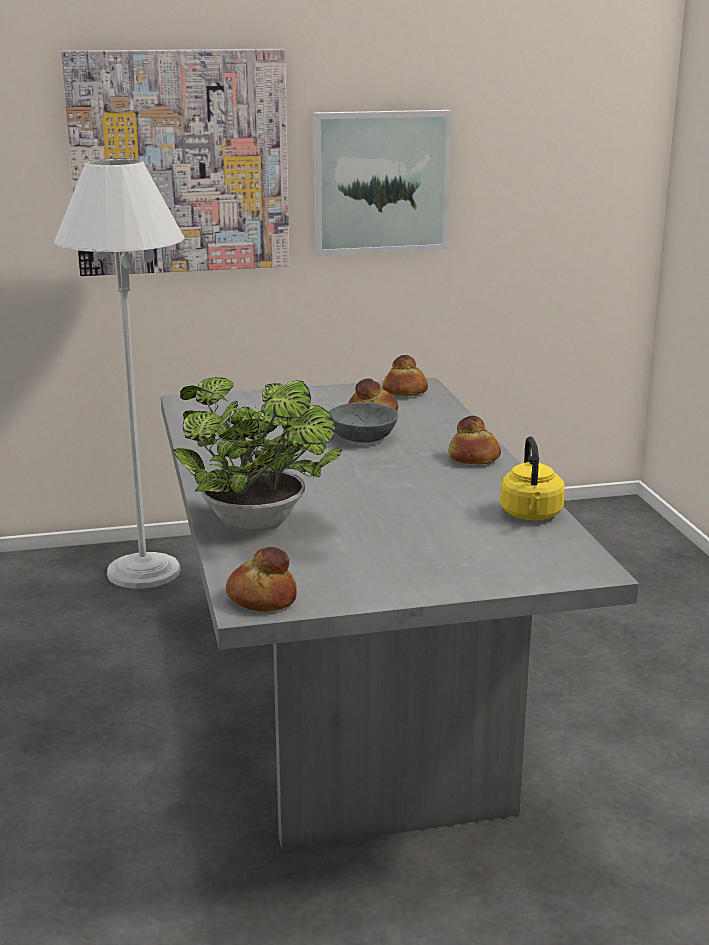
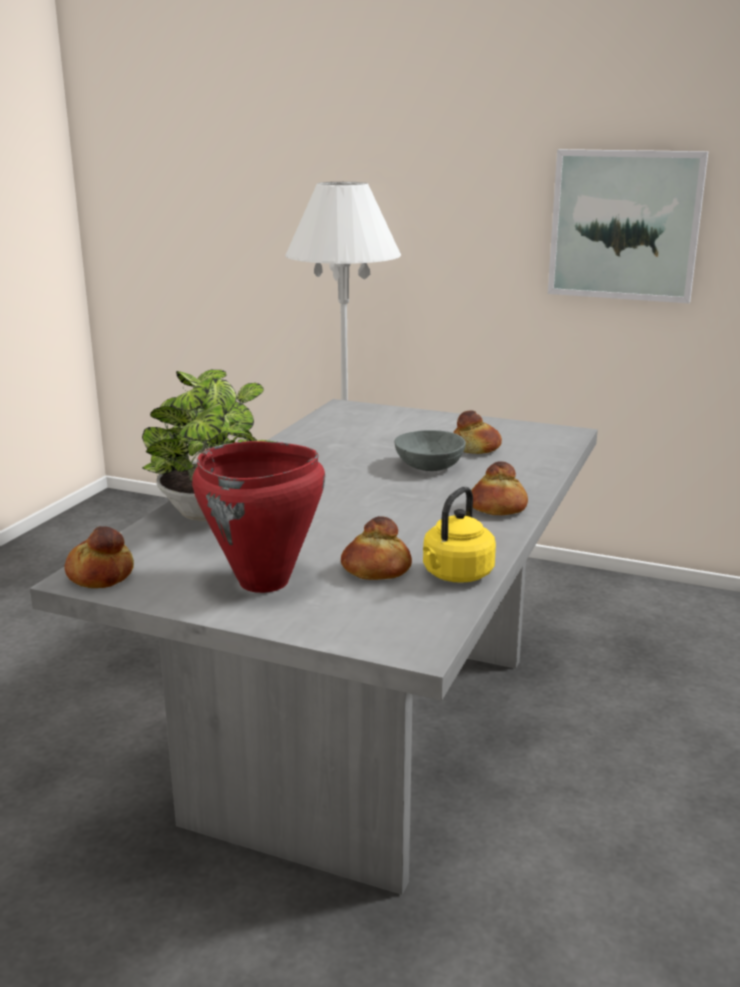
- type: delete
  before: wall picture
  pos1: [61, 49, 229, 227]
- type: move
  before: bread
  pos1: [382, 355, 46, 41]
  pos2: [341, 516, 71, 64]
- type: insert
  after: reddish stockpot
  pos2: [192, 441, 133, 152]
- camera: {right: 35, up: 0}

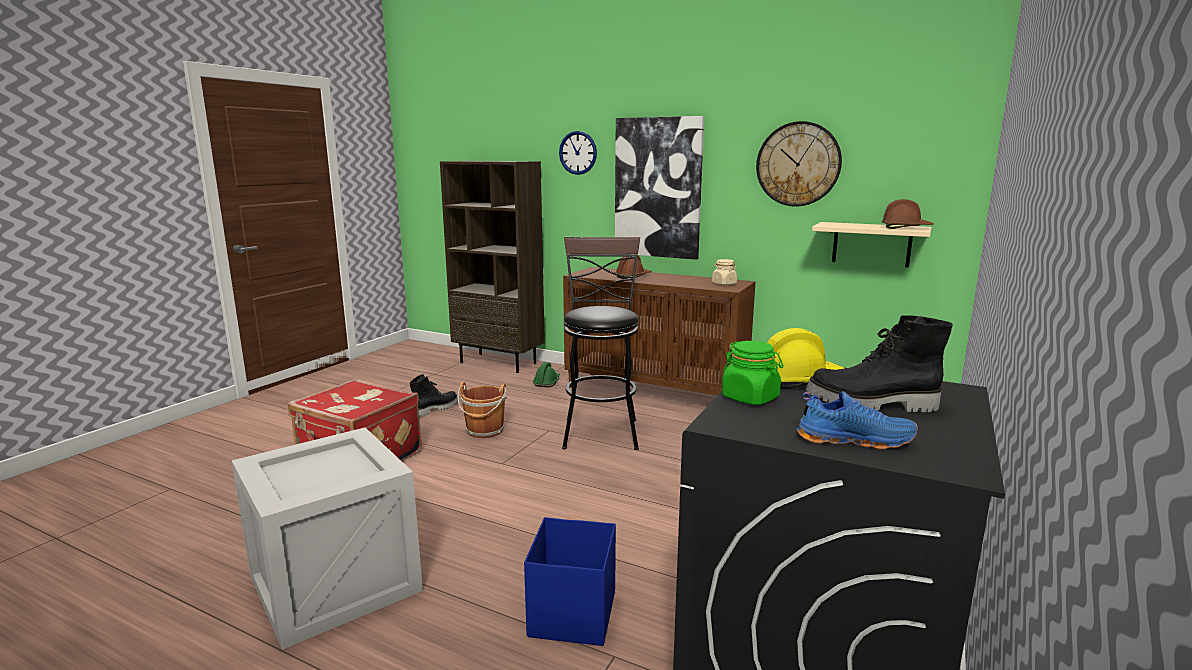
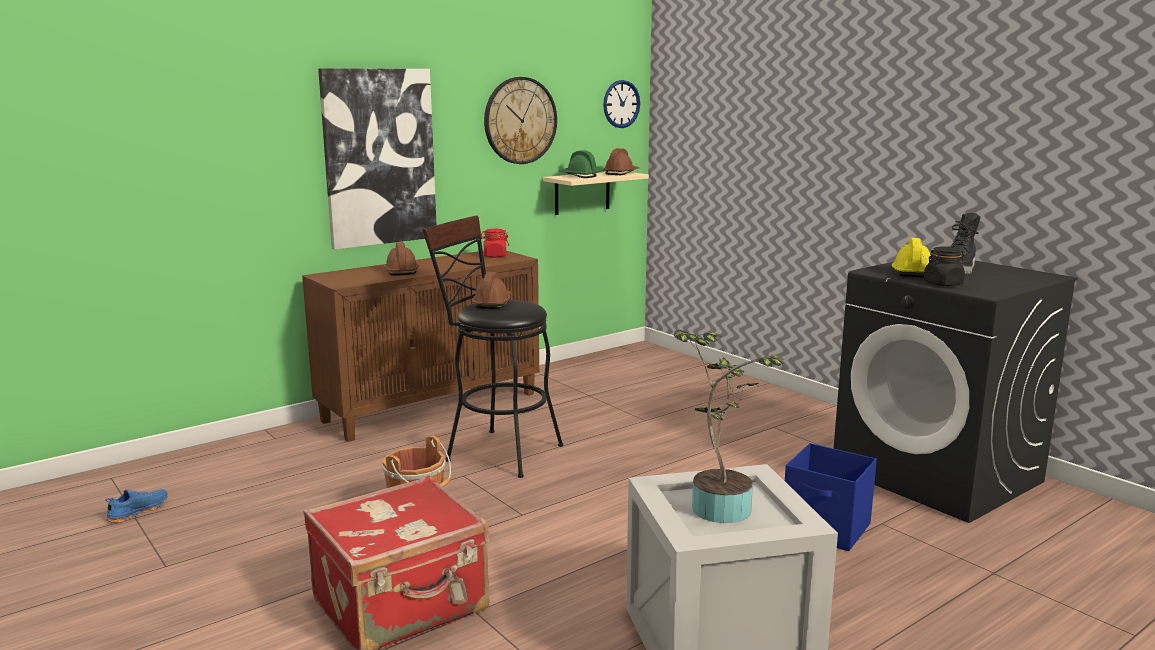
- type: move
  before: wall clock
  pos1: [559, 131, 38, 44]
  pos2: [603, 80, 37, 48]
- type: delete
  before: brownish bookcase
  pos1: [440, 161, 105, 212]
- type: recolor
  before: beige jar
  after: reddish jar
  pos1: [712, 259, 25, 26]
  pos2: [480, 229, 29, 29]
- type: recolor
  before: greenish jar
  after: blackish jar
  pos1: [722, 341, 61, 64]
  pos2: [924, 247, 41, 39]
- type: move
  before: greenish safety helmet
  pos1: [533, 362, 27, 25]
  pos2: [558, 150, 42, 28]
- type: delete
  before: blackish high-top boot
  pos1: [410, 374, 48, 43]
- type: move
  before: blue low shoe
  pos1: [797, 391, 120, 59]
  pos2: [105, 489, 63, 34]
- type: insert
  after: brownish safety helmet
  pos2: [472, 272, 39, 37]
- type: insert
  after: potted plant
  pos2: [674, 330, 110, 193]
- camera: {right: -65, up: 0}

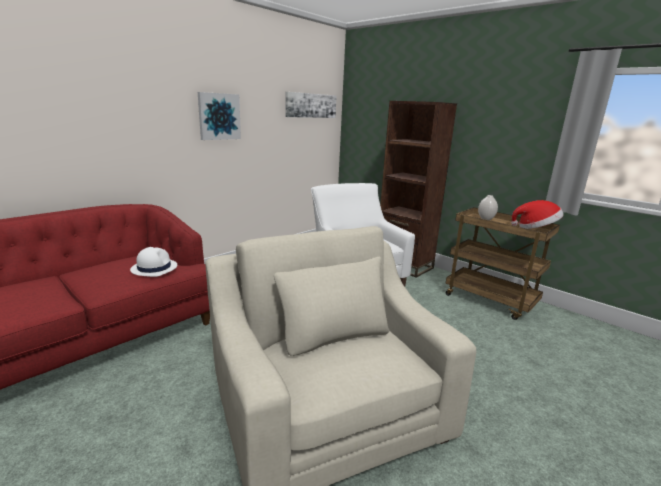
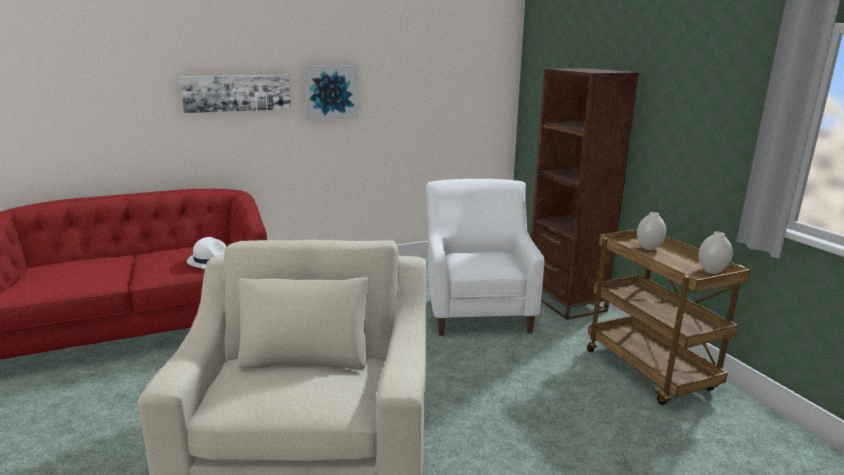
- type: move
  before: wall picture
  pos1: [286, 92, 50, 26]
  pos2: [179, 75, 112, 38]
- type: replace
  before: wearable hat
  after: white-coloured decorative vase
  pos1: [511, 200, 53, 29]
  pos2: [699, 232, 34, 42]
- camera: {right: 25, up: 0}

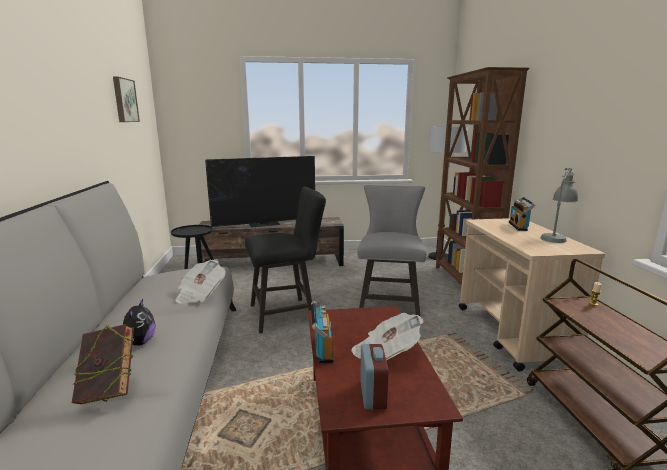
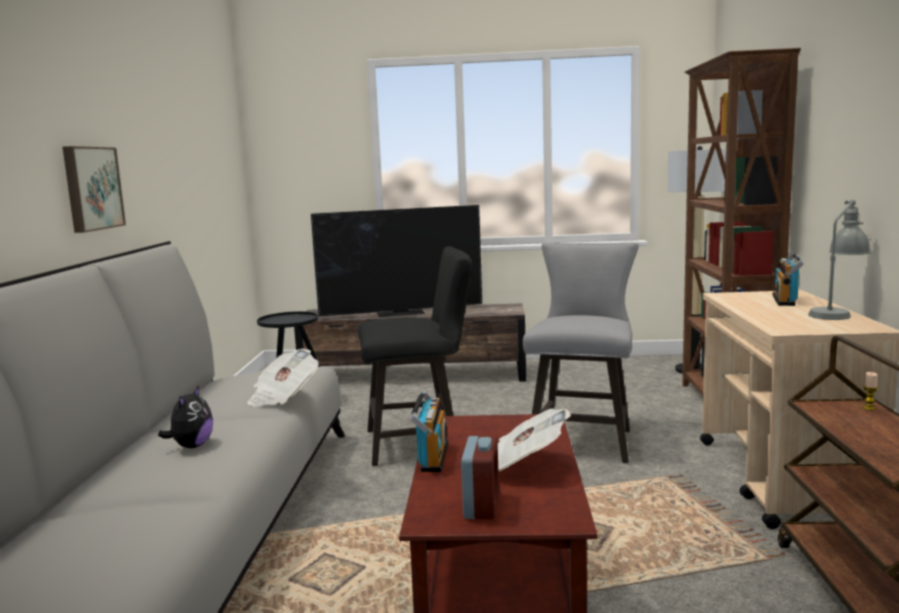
- type: move
  before: wall picture
  pos1: [113, 77, 27, 45]
  pos2: [63, 146, 63, 87]
- type: delete
  before: book
  pos1: [72, 324, 62, 80]
- camera: {right: 10, up: -5}

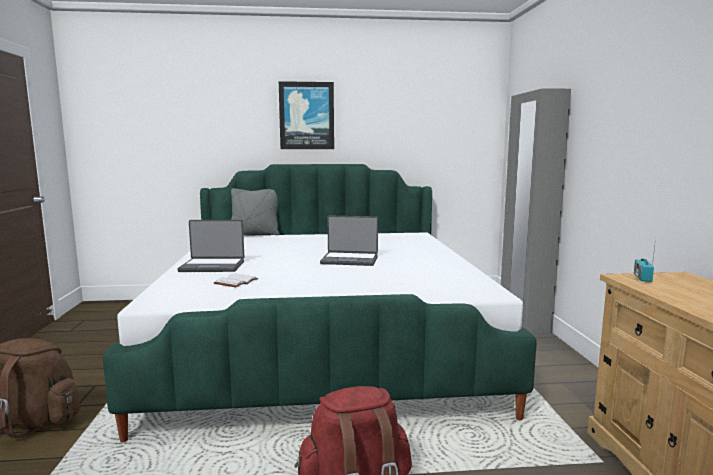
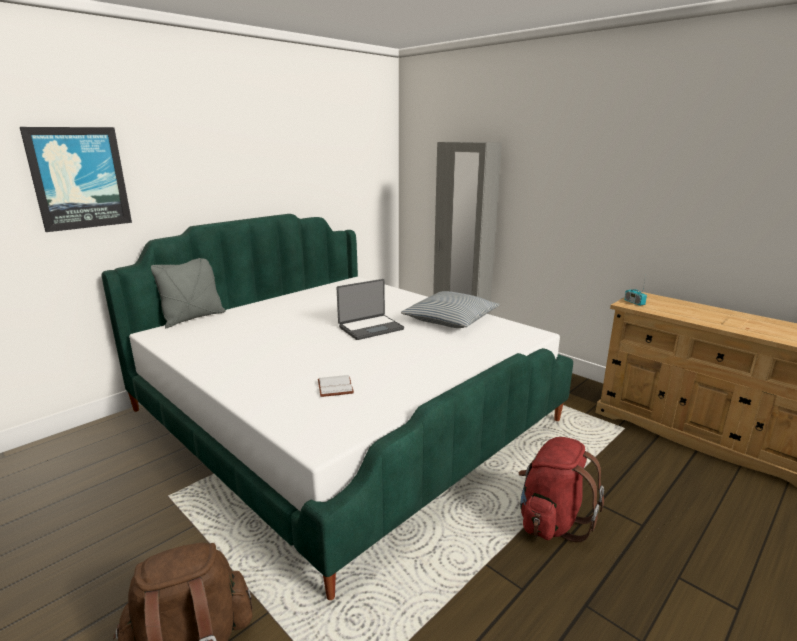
- type: move
  before: wall picture
  pos1: [279, 81, 55, 68]
  pos2: [20, 127, 112, 105]
- type: delete
  before: portable computer
  pos1: [177, 220, 67, 52]
- type: insert
  after: throw pillow
  pos2: [401, 291, 99, 37]
- camera: {right: -40, up: 10}

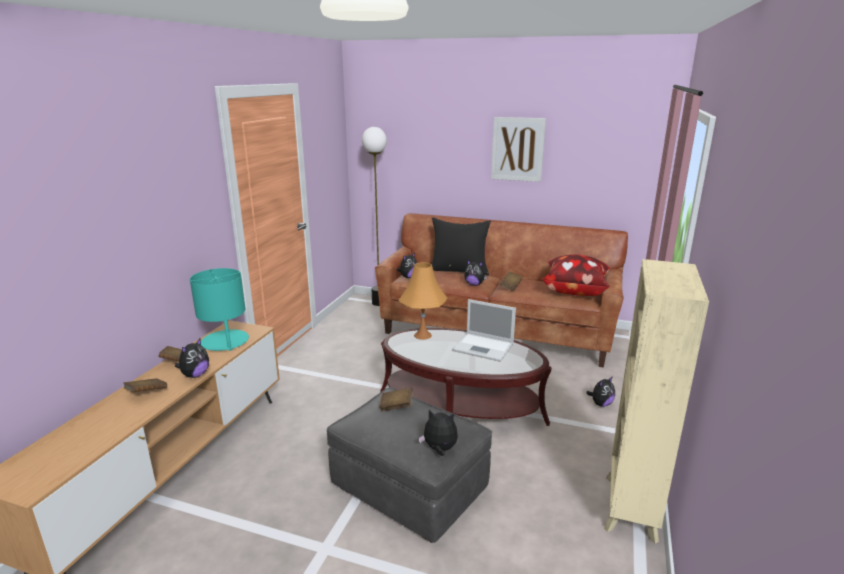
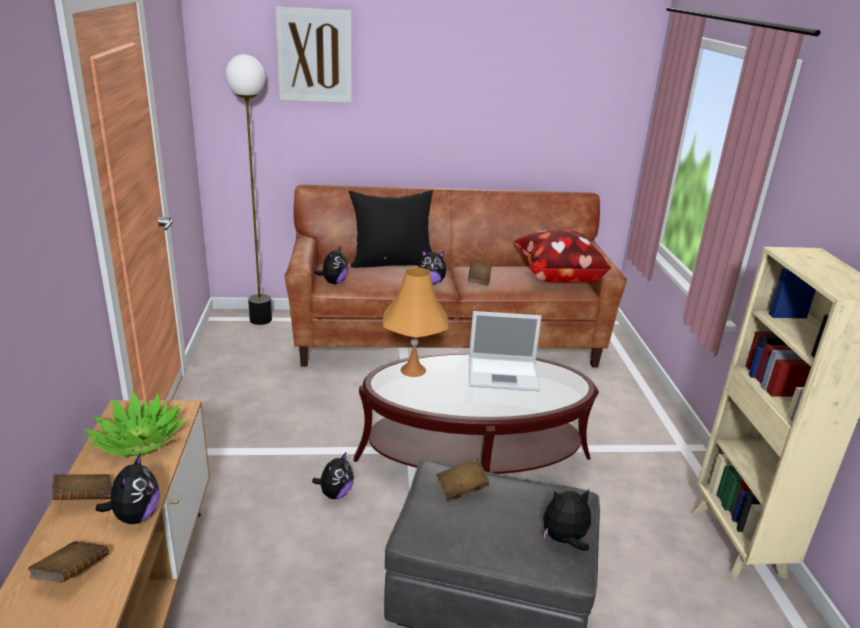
- type: move
  before: wall picture
  pos1: [491, 117, 55, 65]
  pos2: [276, 7, 75, 96]
- type: replace
  before: turquoise-coloured tabletop lamp
  after: potted plant
  pos1: [190, 268, 59, 83]
  pos2: [84, 391, 102, 66]
- type: move
  before: plush toy
  pos1: [586, 376, 29, 31]
  pos2: [312, 452, 42, 47]
- camera: {right: -25, up: 5}

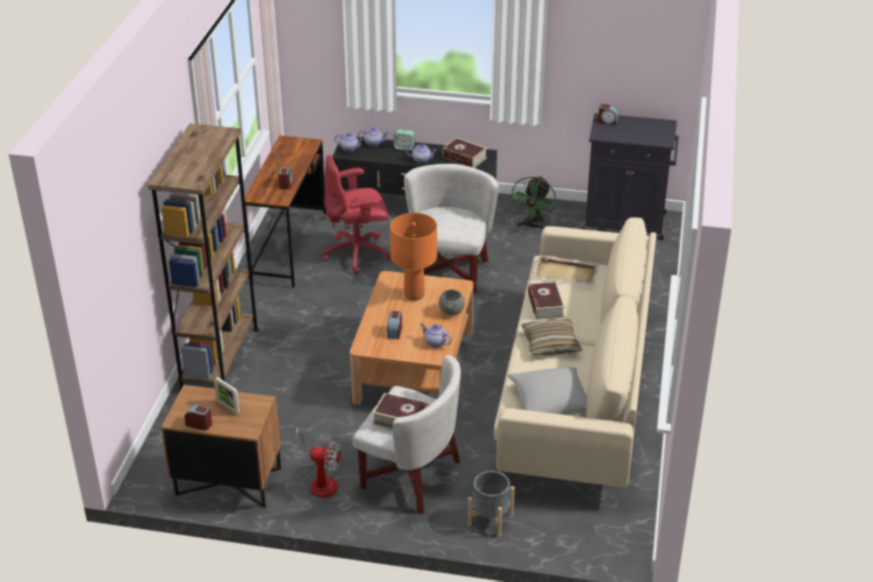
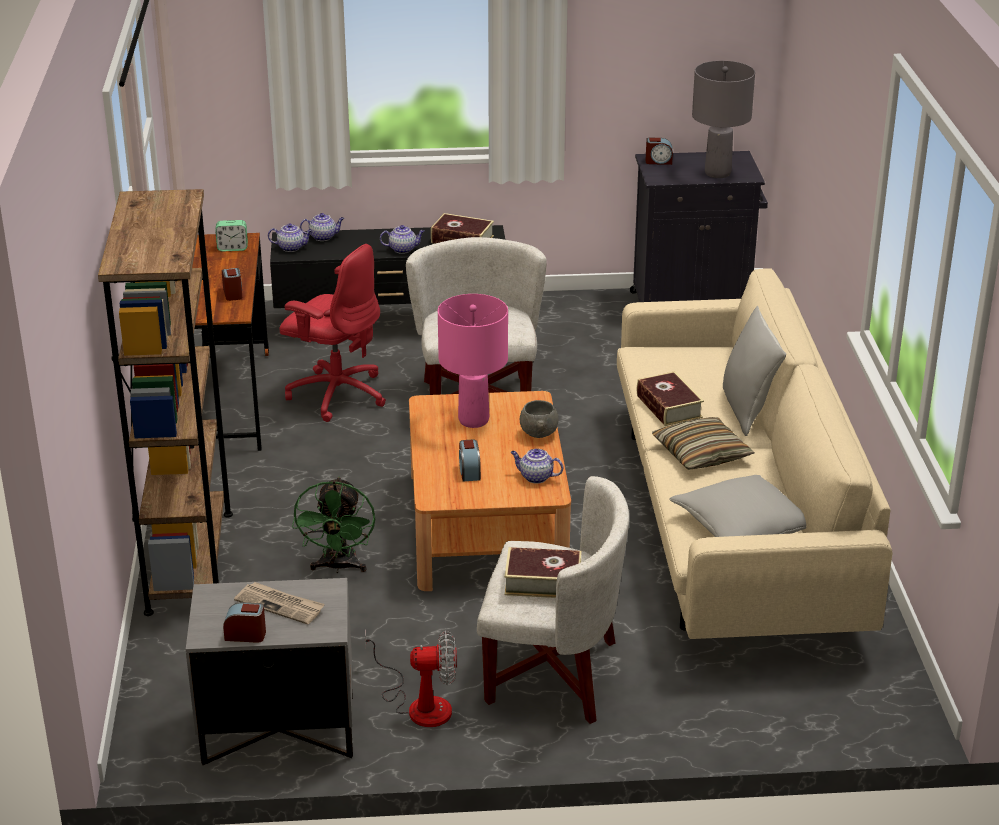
- type: move
  before: alarm clock
  pos1: [394, 129, 20, 21]
  pos2: [215, 220, 33, 32]
- type: rotate
  before: reddish office chair
  pos1: [323, 155, 68, 119]
  pos2: [279, 244, 107, 178]
  turn: -120
- type: move
  before: greenish fan
  pos1: [509, 176, 47, 53]
  pos2: [292, 477, 83, 96]
- type: recolor
  before: orangey tabletop lamp
  after: pink-coloured tabletop lamp
  pos1: [390, 213, 47, 88]
  pos2: [438, 294, 70, 134]
- type: delete
  before: beige carrying tray
  pos1: [533, 255, 66, 30]
- type: replace
  before: picture frame
  after: newspaper
  pos1: [214, 377, 26, 38]
  pos2: [234, 582, 91, 43]
- type: recolor
  before: brownish nightstand
  after: greyish nightstand
  pos1: [161, 385, 120, 123]
  pos2: [186, 578, 167, 187]
- type: delete
  before: greyish planter
  pos1: [468, 471, 47, 66]
- type: insert
  after: greyish tabletop lamp
  pos2: [692, 61, 63, 117]
- type: insert
  after: greyish throw pillow
  pos2: [723, 306, 63, 130]
- camera: {right: -15, up: -5}

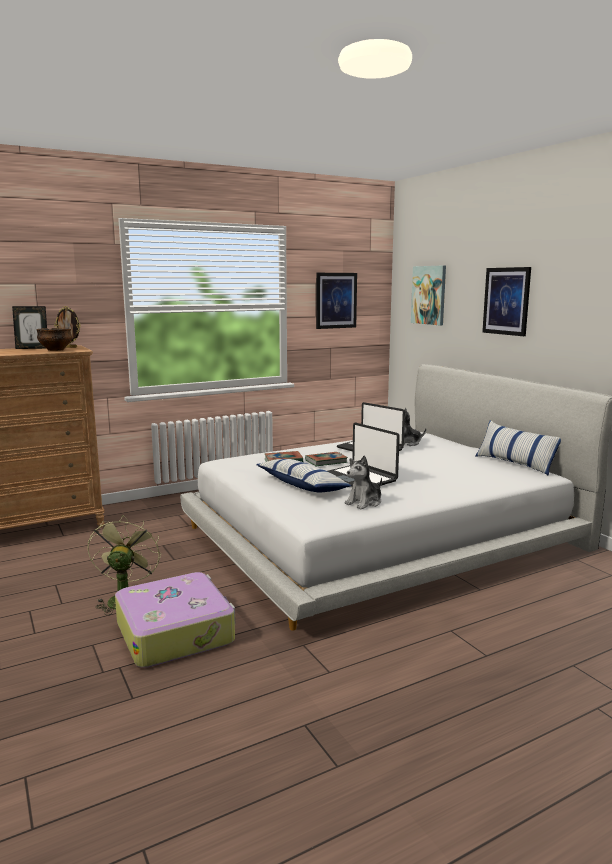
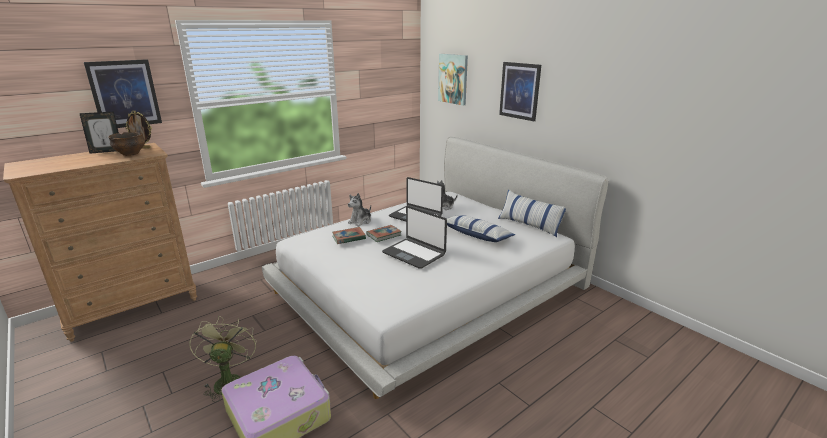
- type: move
  before: wall picture
  pos1: [316, 273, 41, 56]
  pos2: [84, 59, 78, 69]
- type: move
  before: plush toy
  pos1: [345, 455, 37, 54]
  pos2: [348, 193, 23, 34]
- type: move
  before: throw pillow
  pos1: [256, 459, 95, 33]
  pos2: [447, 215, 68, 27]
- camera: {right: -10, up: 10}

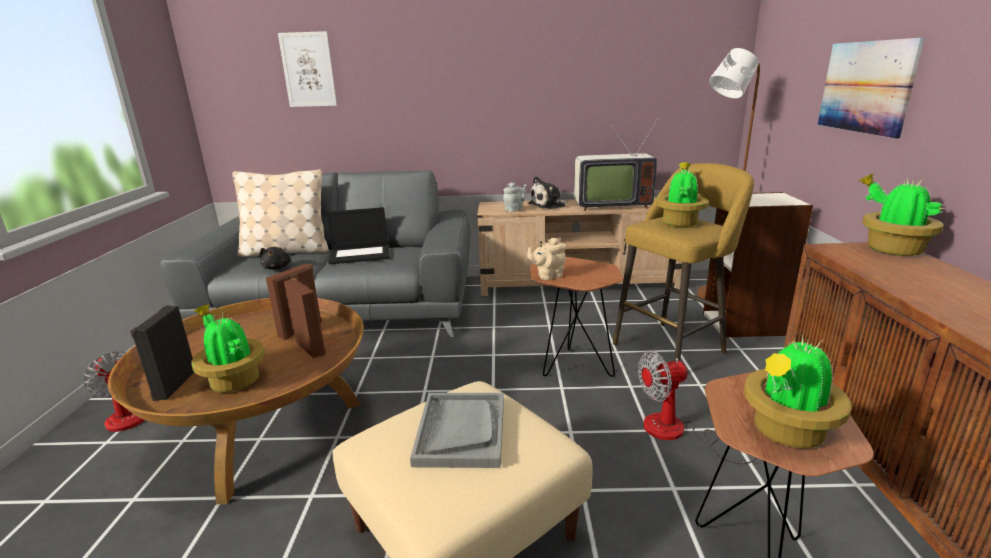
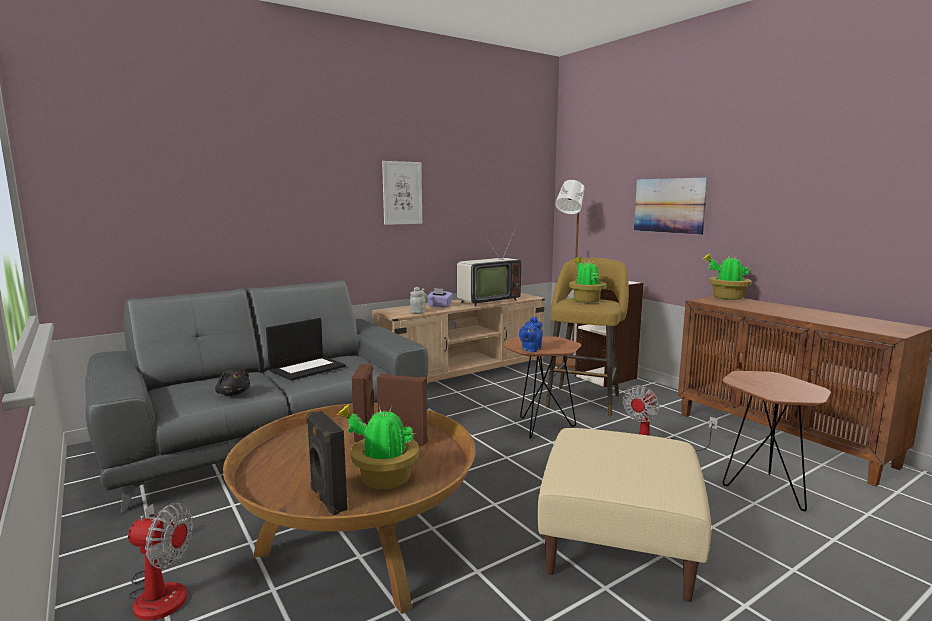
- type: move
  before: wall picture
  pos1: [278, 31, 59, 76]
  pos2: [382, 161, 40, 64]
- type: delete
  before: beige throw pillow
  pos1: [232, 169, 97, 88]
- type: replace
  before: plush toy
  after: purple tissue box
  pos1: [528, 176, 40, 33]
  pos2: [428, 288, 25, 19]
- type: recolor
  before: beige pot for tea
  after: blue pot for tea
  pos1: [527, 237, 39, 43]
  pos2: [519, 317, 24, 35]
- type: delete
  before: potted plant
  pos1: [744, 336, 108, 112]
- type: delete
  before: greyish carrying tray
  pos1: [410, 393, 94, 75]
- camera: {right: -35, up: -10}

